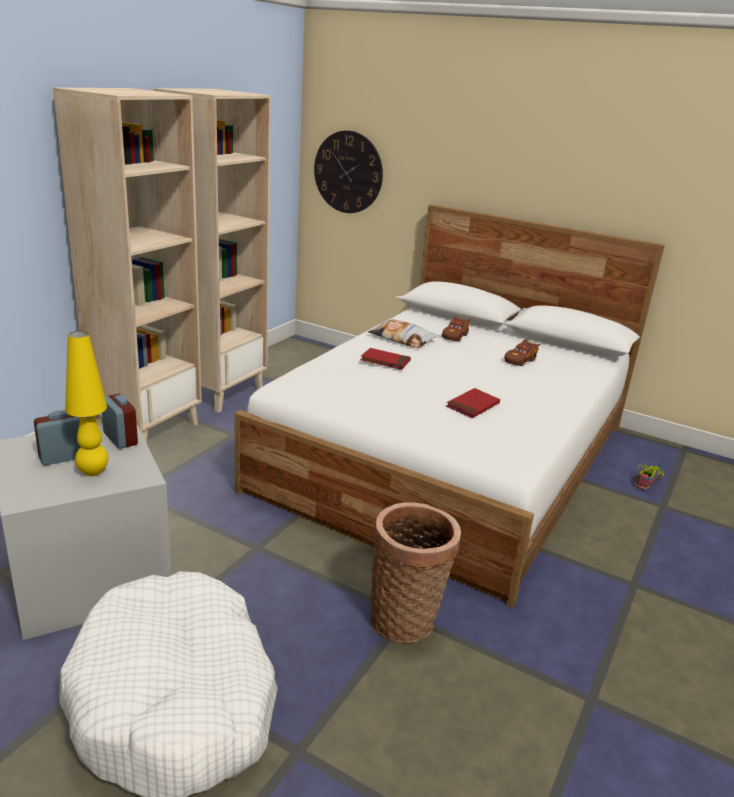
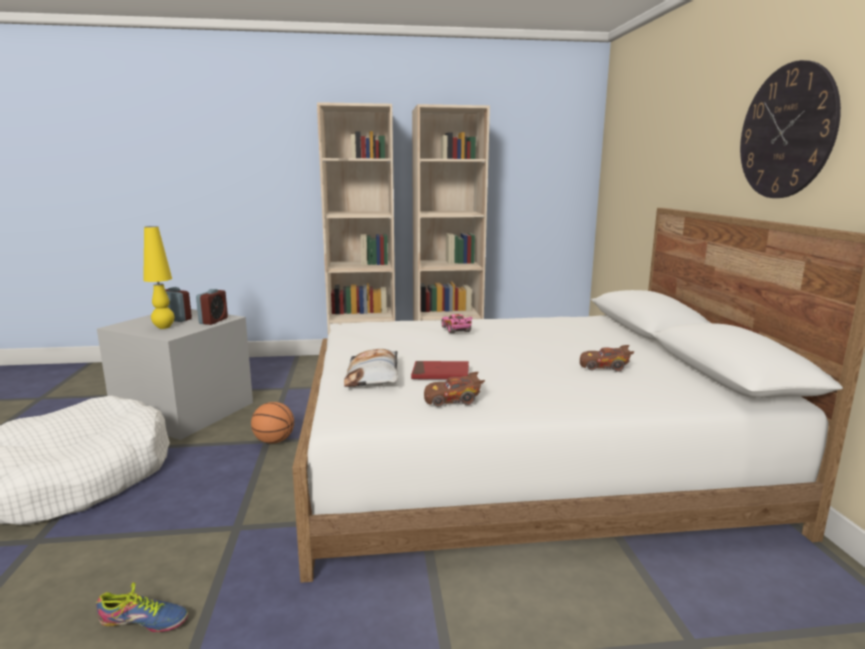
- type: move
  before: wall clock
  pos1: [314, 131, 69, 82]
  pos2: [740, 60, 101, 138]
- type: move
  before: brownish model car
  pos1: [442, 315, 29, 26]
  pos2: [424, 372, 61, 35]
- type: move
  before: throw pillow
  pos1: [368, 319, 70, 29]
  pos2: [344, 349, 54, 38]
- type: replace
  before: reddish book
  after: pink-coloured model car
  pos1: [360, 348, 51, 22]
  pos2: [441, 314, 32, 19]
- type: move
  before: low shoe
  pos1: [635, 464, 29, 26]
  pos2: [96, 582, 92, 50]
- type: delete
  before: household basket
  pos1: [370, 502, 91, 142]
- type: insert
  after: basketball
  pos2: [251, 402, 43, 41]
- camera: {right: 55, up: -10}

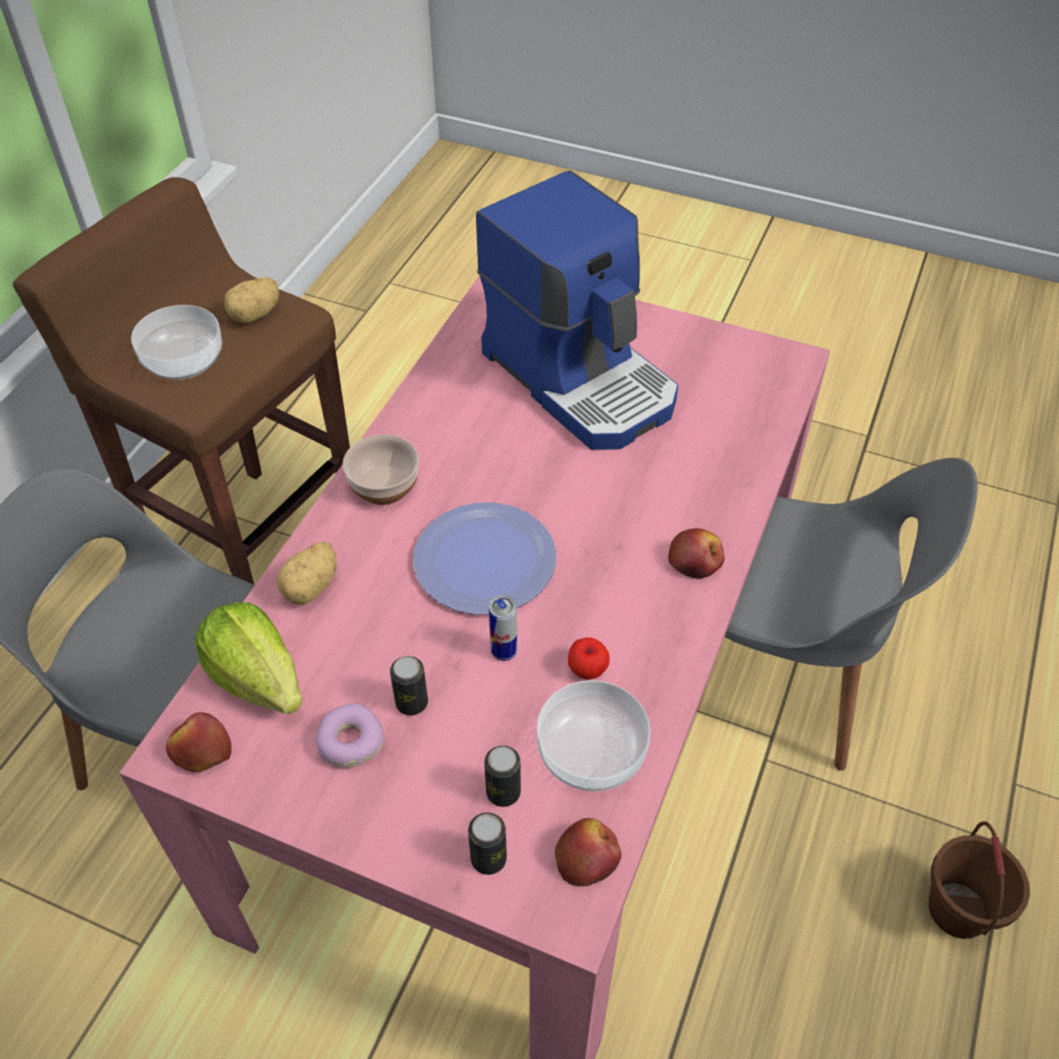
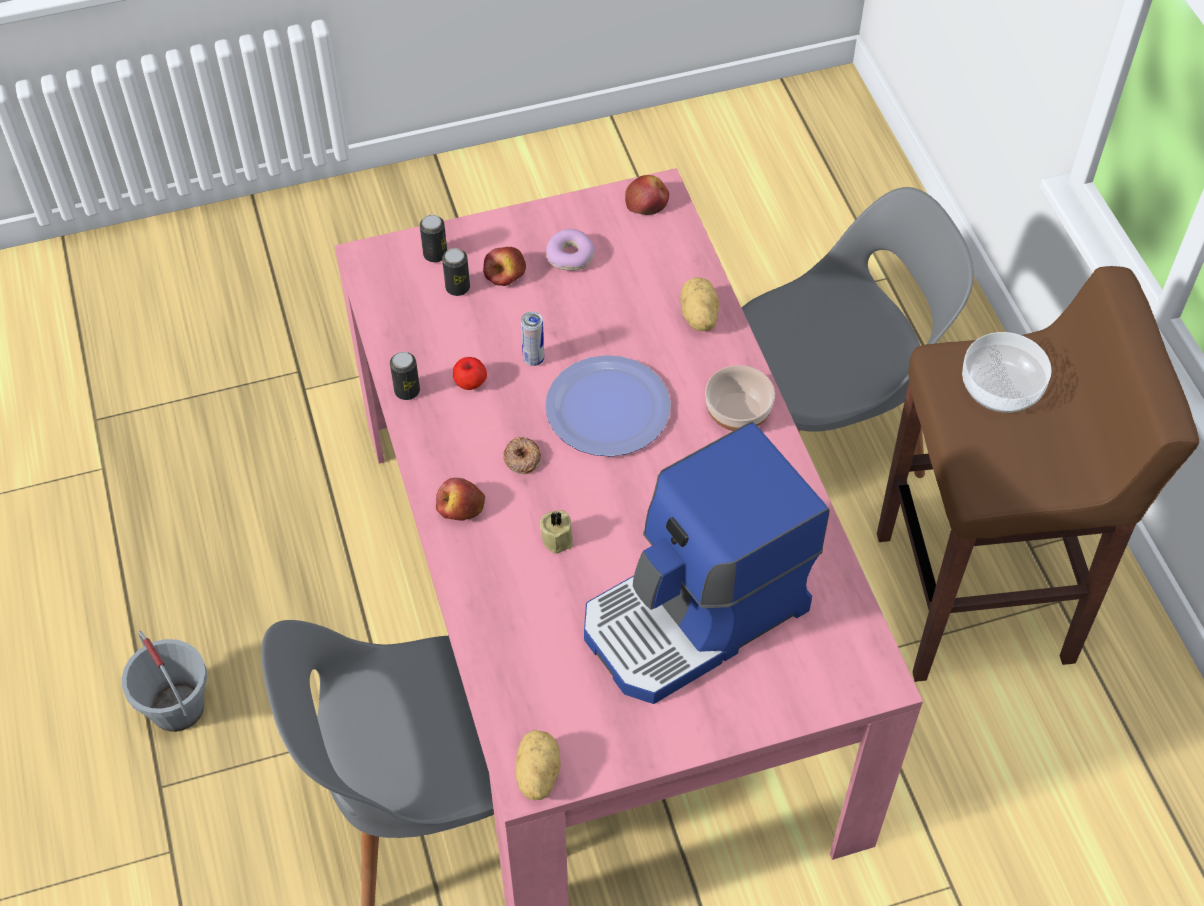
- type: rotate
  before: coffee brewer
  pos1: [476, 170, 202, 280]
  pos2: [584, 422, 245, 282]
  turn: -45
- type: move
  before: whole potato
  pos1: [224, 277, 55, 46]
  pos2: [515, 730, 46, 70]
- type: delete
  before: head of lettuce
  pos1: [195, 602, 107, 112]
- type: move
  before: can
  pos1: [390, 656, 38, 60]
  pos2: [390, 352, 30, 48]
- type: delete
  before: bowl
  pos1: [537, 680, 113, 111]
- type: move
  before: apple
  pos1: [555, 818, 66, 68]
  pos2: [483, 247, 43, 39]
- type: recolor
  before: brownish pail
  after: greyish pail
  pos1: [929, 821, 101, 118]
  pos2: [122, 631, 85, 101]
- type: insert
  after: ring doughnut
  pos2: [503, 437, 38, 37]
- type: insert
  after: beige candle
  pos2: [540, 510, 33, 44]
- camera: {right: 140, up: 5}

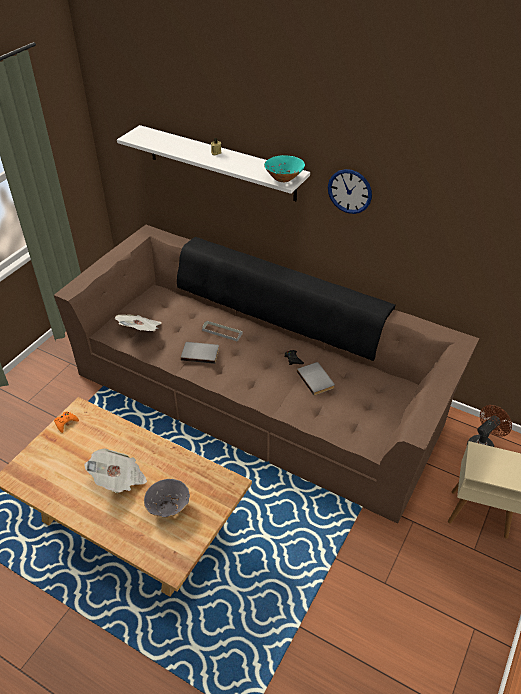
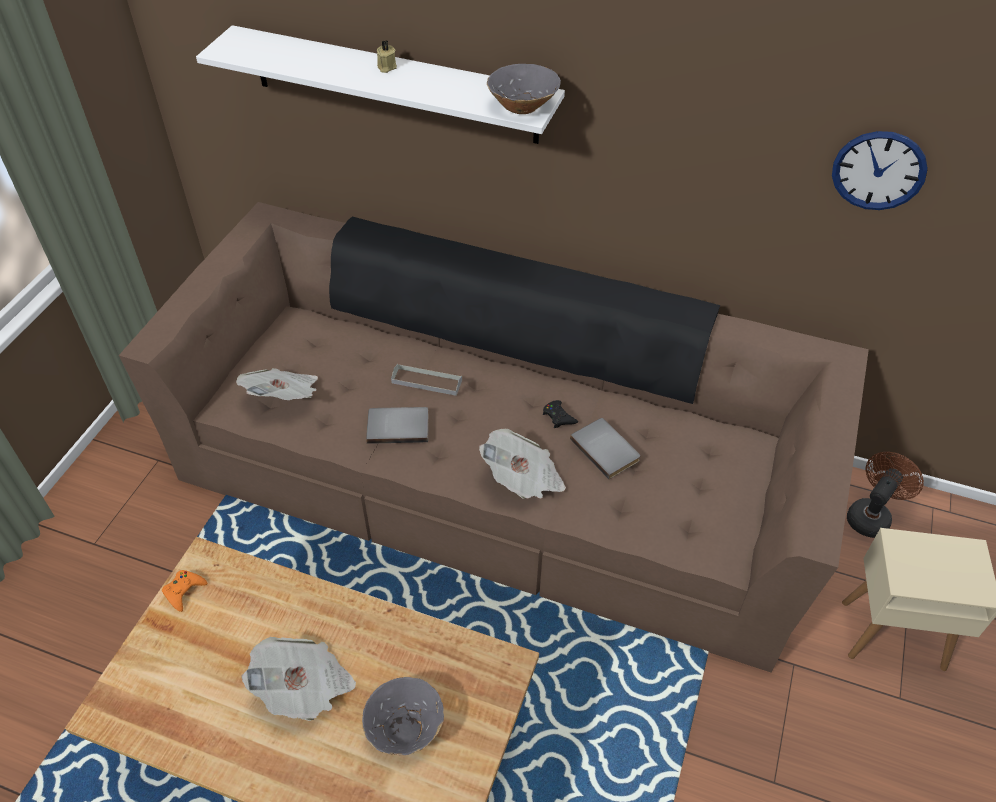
- type: recolor
  before: turquoise-coloured bowl
  after: greyish bowl
  pos1: [264, 155, 41, 27]
  pos2: [487, 64, 74, 50]
- type: move
  before: wall clock
  pos1: [328, 169, 44, 45]
  pos2: [832, 131, 96, 79]
- type: insert
  after: newspaper
  pos2: [479, 429, 87, 70]
- camera: {right: -10, up: 5}

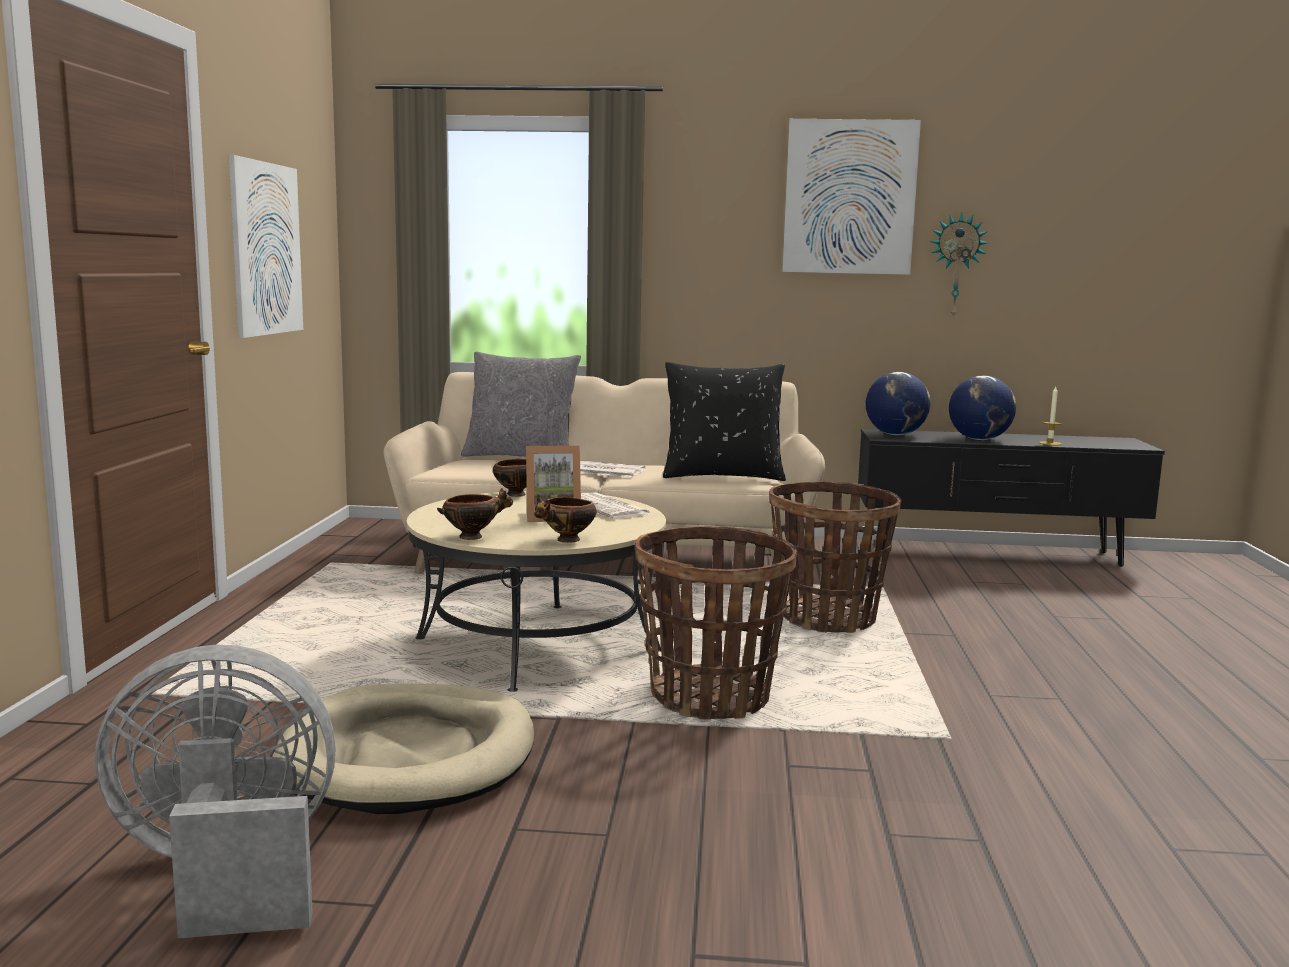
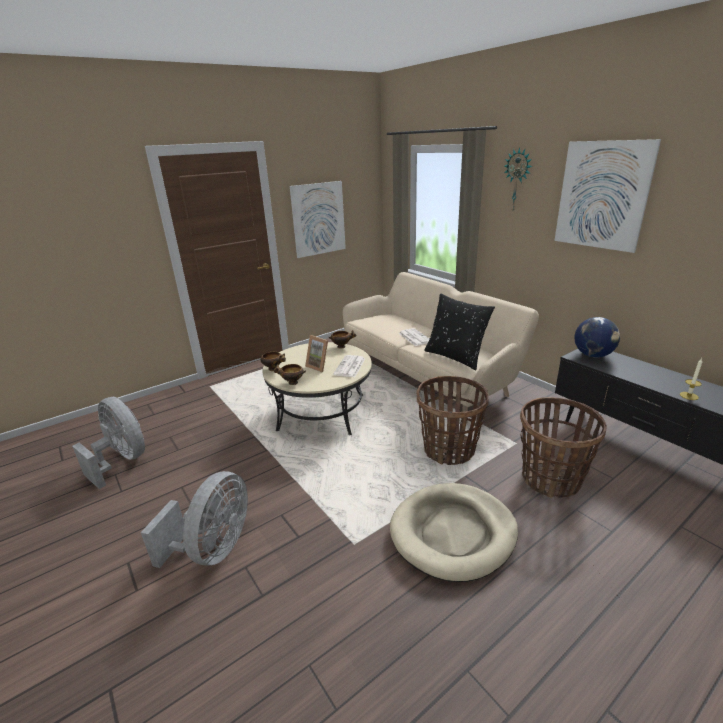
- type: move
  before: wall clock
  pos1: [930, 213, 58, 106]
  pos2: [504, 147, 28, 66]
- type: delete
  before: greyish throw pillow
  pos1: [461, 352, 120, 105]
- type: delete
  before: world globe
  pos1: [949, 376, 67, 64]
- type: move
  before: household basket
  pos1: [635, 526, 162, 194]
  pos2: [520, 397, 87, 101]
- type: move
  before: beige dog bed
  pos1: [273, 684, 261, 130]
  pos2: [390, 483, 128, 99]
- type: insert
  after: greyish fan
  pos2: [141, 471, 107, 97]
- camera: {right: 50, up: 15}

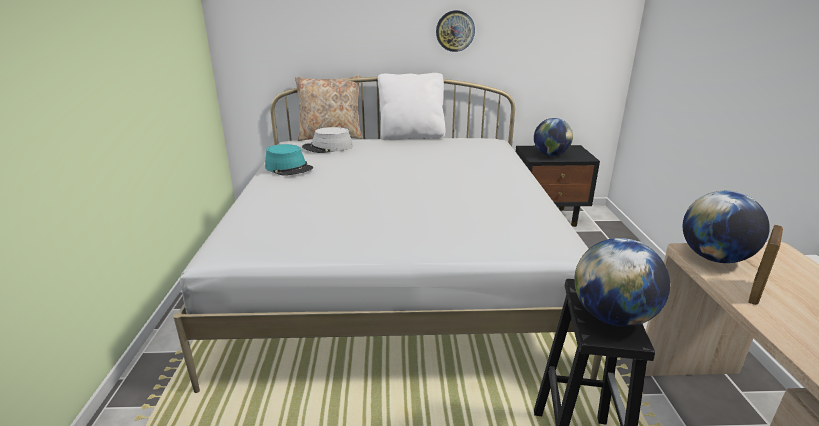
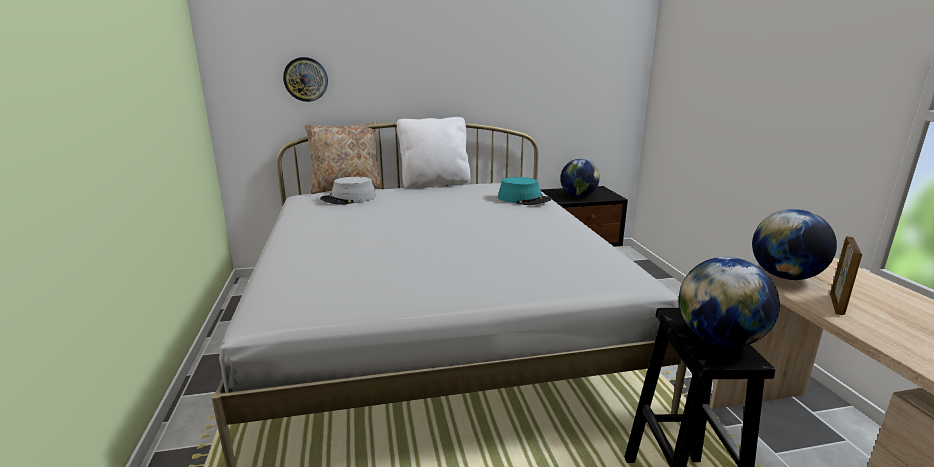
- type: move
  before: wall clock
  pos1: [436, 10, 39, 42]
  pos2: [283, 57, 45, 45]
- type: move
  before: turquoise-coloured wearable hat
  pos1: [265, 144, 48, 32]
  pos2: [498, 177, 54, 28]
- camera: {right: -10, up: -5}

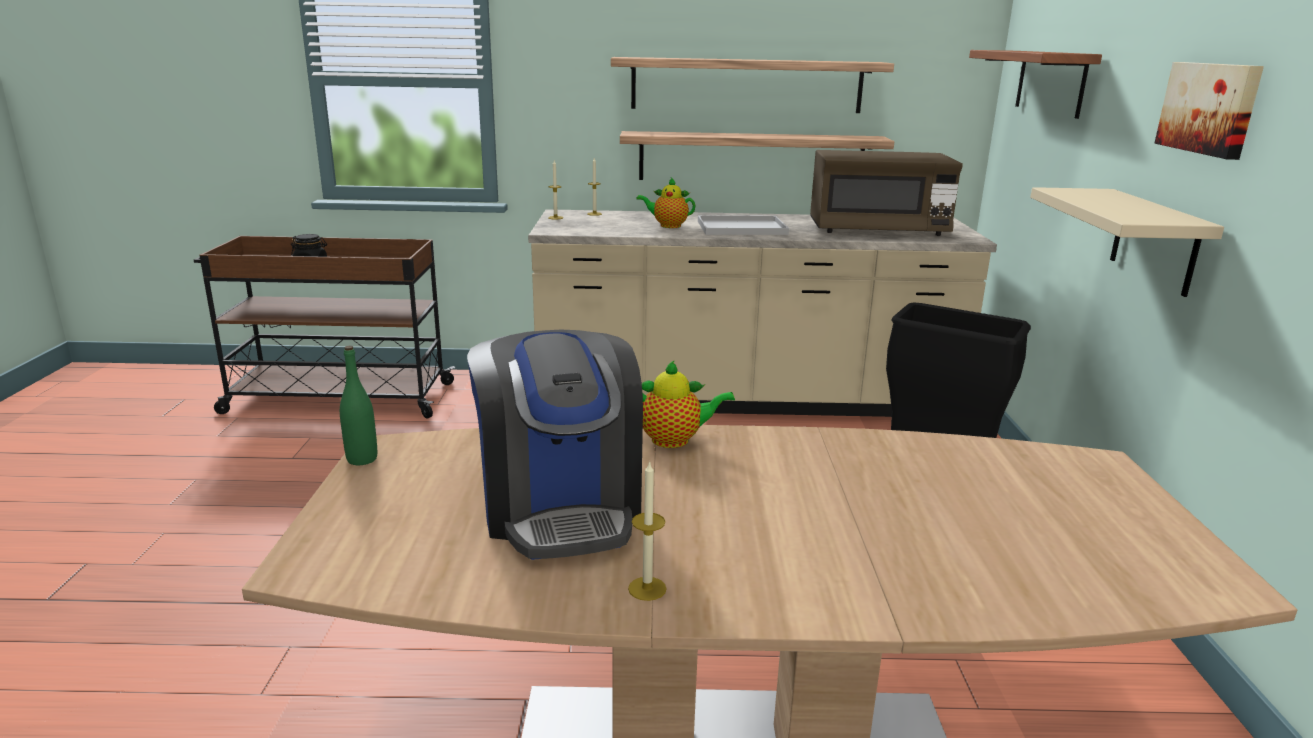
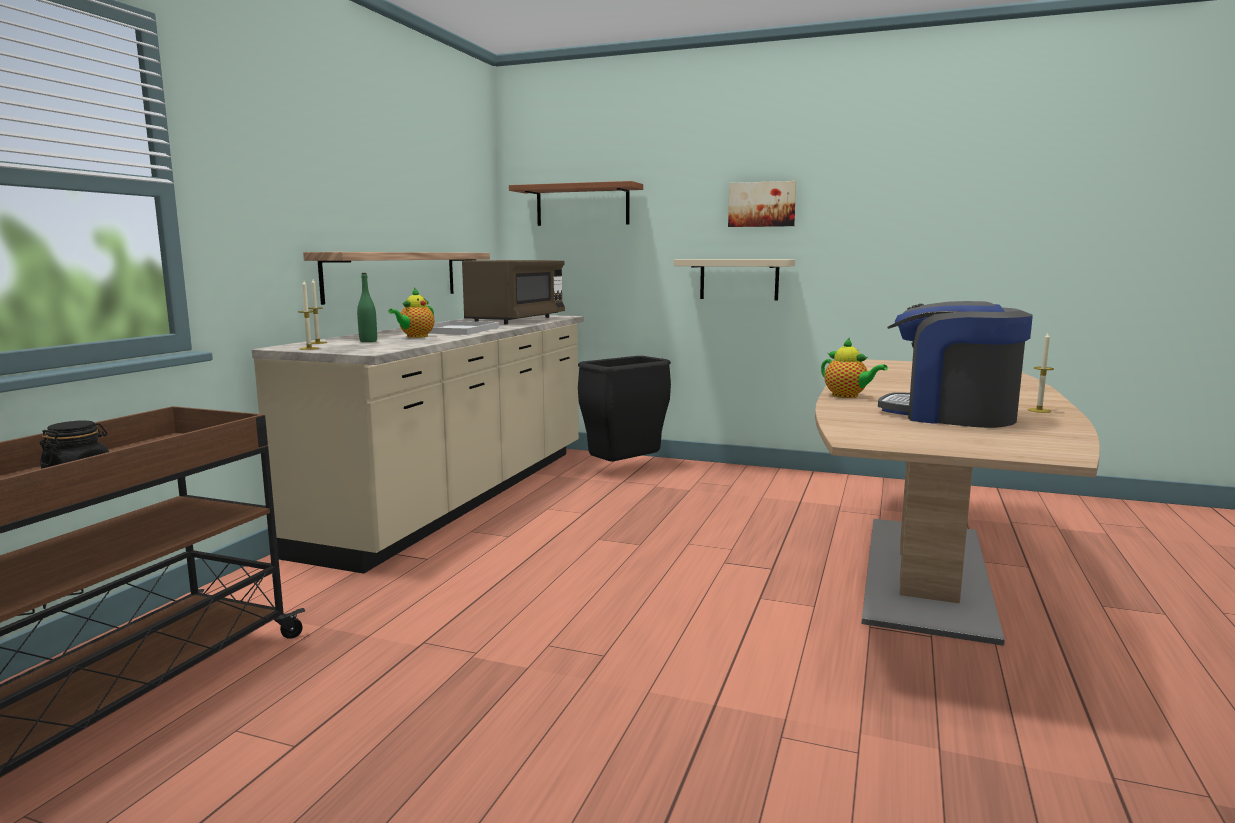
- type: delete
  before: bracket shelf
  pos1: [611, 57, 283, 56]
- type: rotate
  before: coffee brewer
  pos1: [467, 330, 176, 230]
  pos2: [878, 301, 155, 127]
  turn: -150
- type: move
  before: greenish bottle
  pos1: [340, 346, 37, 119]
  pos2: [357, 273, 20, 69]
- type: rotate
  before: pot for tea
  pos1: [642, 360, 93, 88]
  pos2: [821, 338, 67, 60]
  turn: 120
- camera: {right: -70, up: -10}

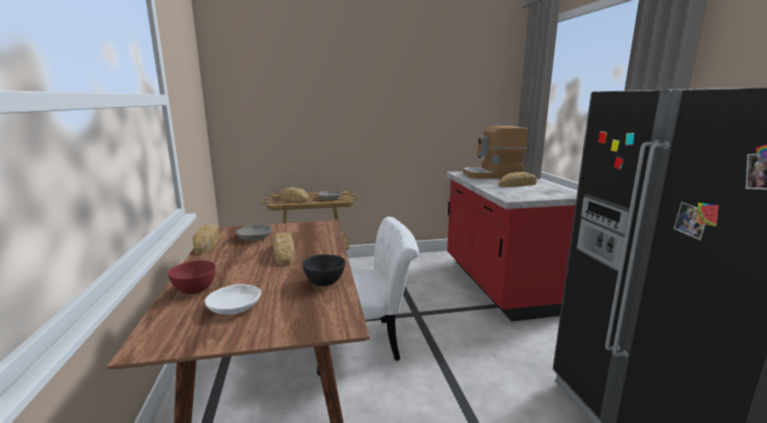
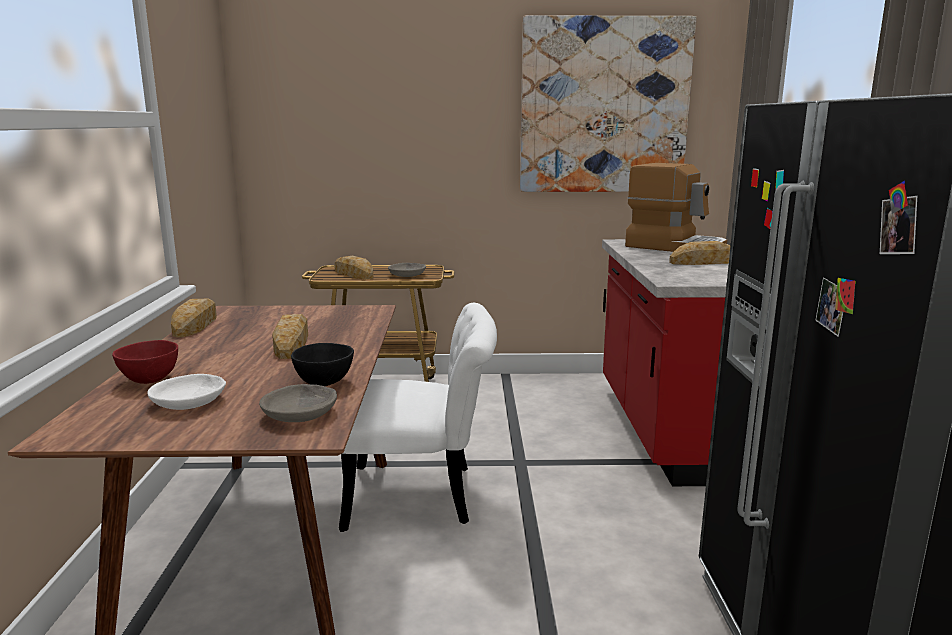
- type: rotate
  before: coffee brewer
  pos1: [463, 126, 65, 53]
  pos2: [625, 163, 102, 89]
  turn: -150
- type: move
  before: greyish bowl
  pos1: [236, 225, 36, 16]
  pos2: [259, 384, 78, 38]
- type: insert
  after: wall picture
  pos2: [520, 15, 176, 177]
- camera: {right: 10, up: 0}

